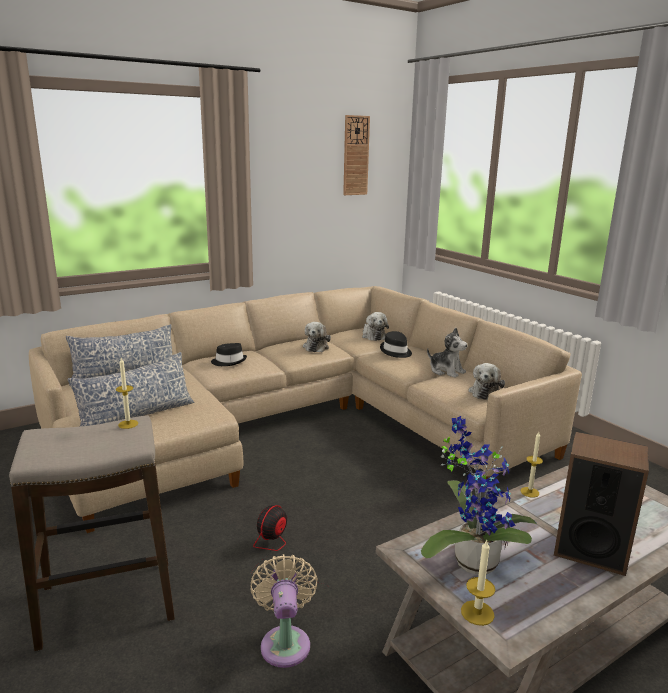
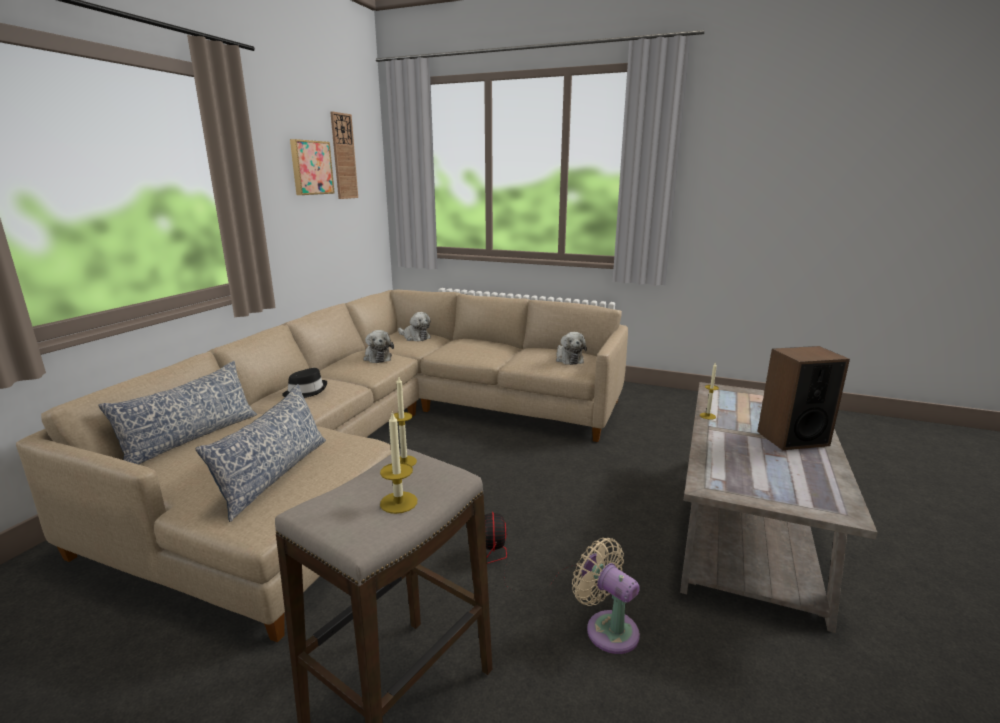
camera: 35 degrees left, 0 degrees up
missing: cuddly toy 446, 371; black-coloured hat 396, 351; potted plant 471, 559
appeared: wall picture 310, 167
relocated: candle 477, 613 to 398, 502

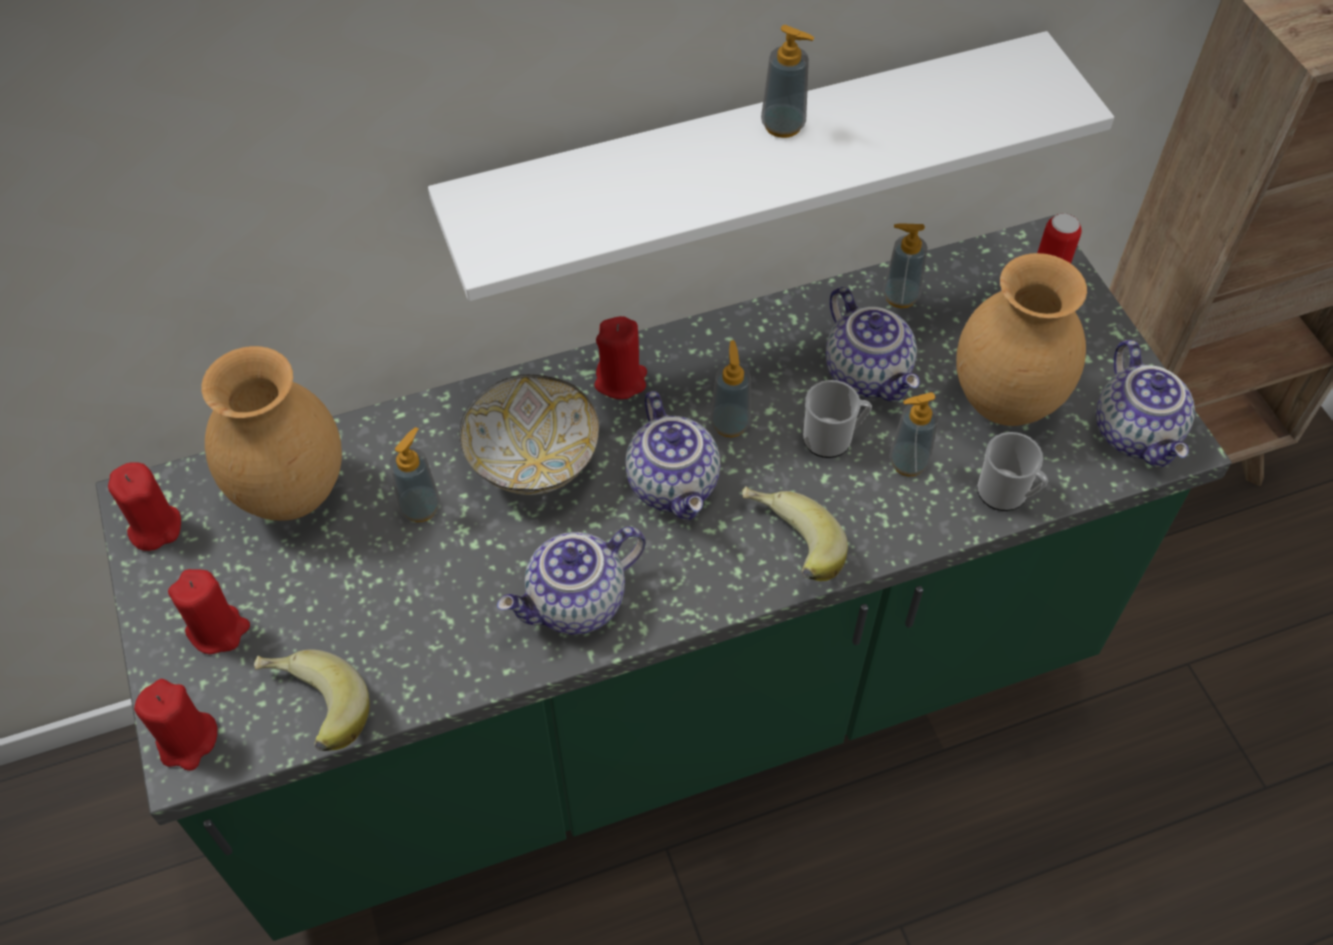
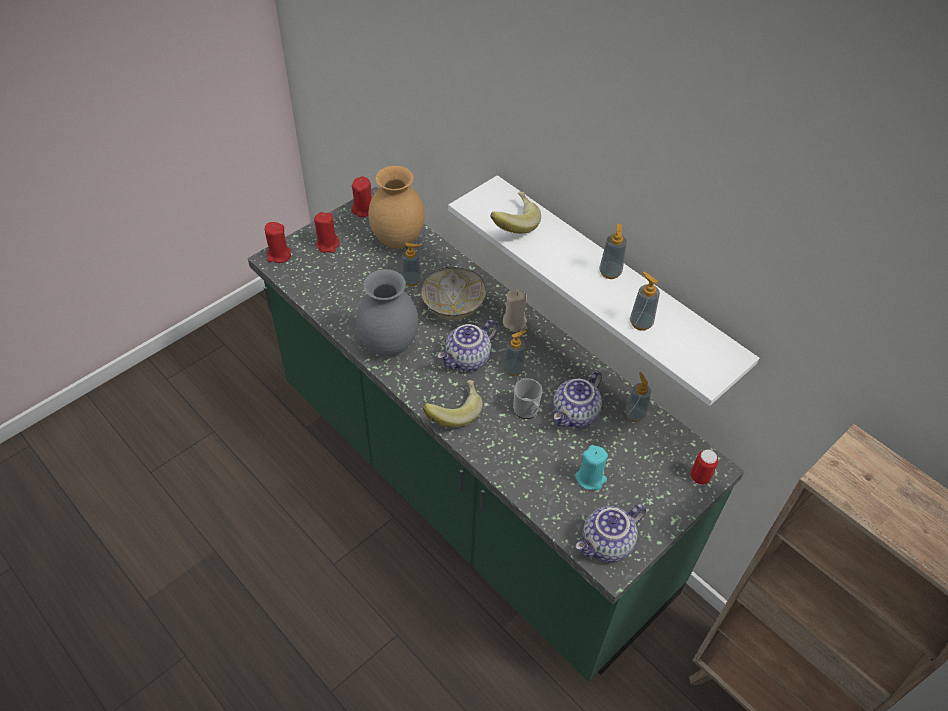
camera: 65 degrees right, 5 degrees down
missing: tea mug 1007, 494
relocated: soap bottle 908, 462 to 641, 323; whole banana 313, 714 to 512, 224
exchanged: brownish flower vase 1005, 405 to turquoise candle 590, 478; pot for tea 577, 604 to greyish flower vase 389, 346
colour: red candle 621, 380 to sand-coloured candle 515, 322

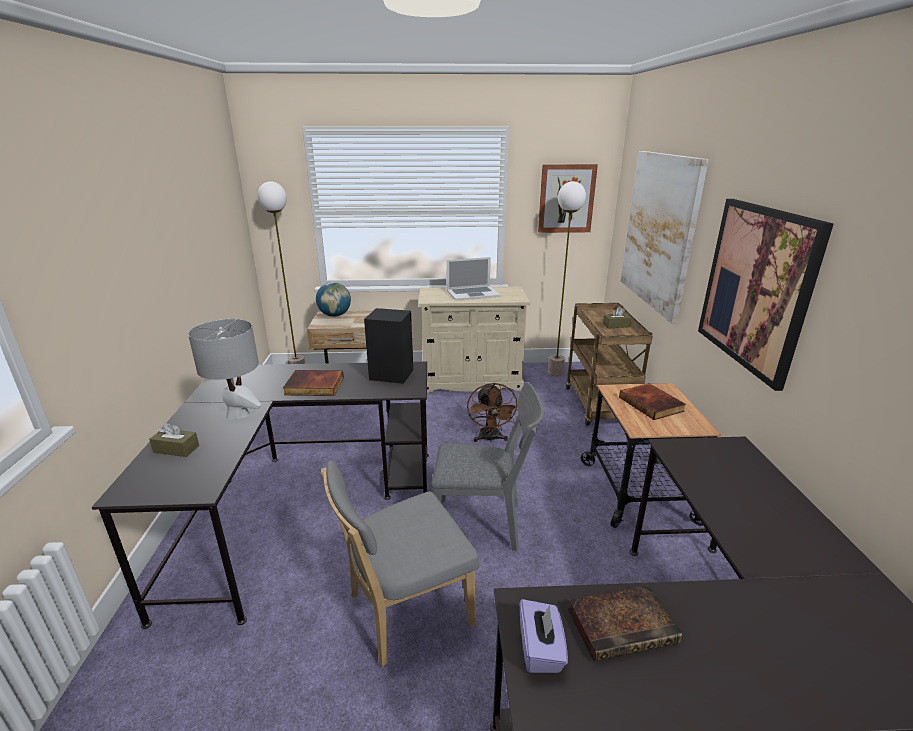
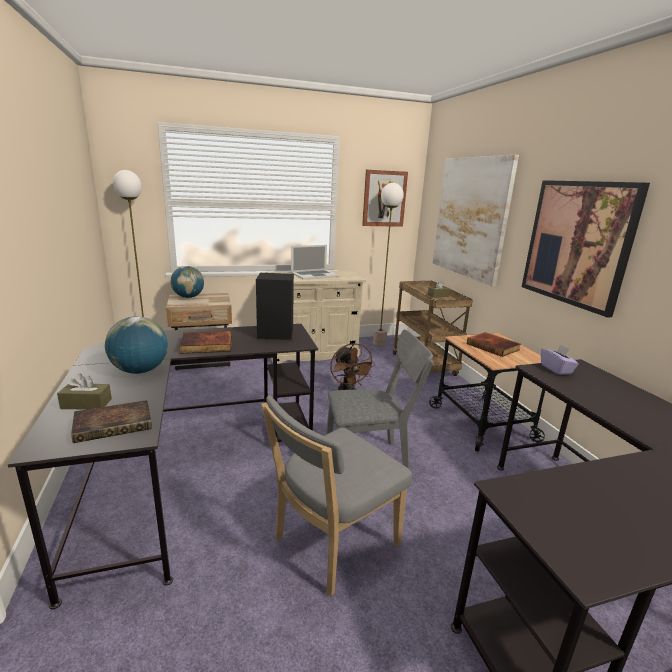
camera: 15 degrees left, 5 degrees down
relocated: volume 623, 625 to 115, 424; purple-coloured tissue box 540, 649 to 556, 369
exchanged: greyish tabletop lamp 238, 414 to world globe 140, 371

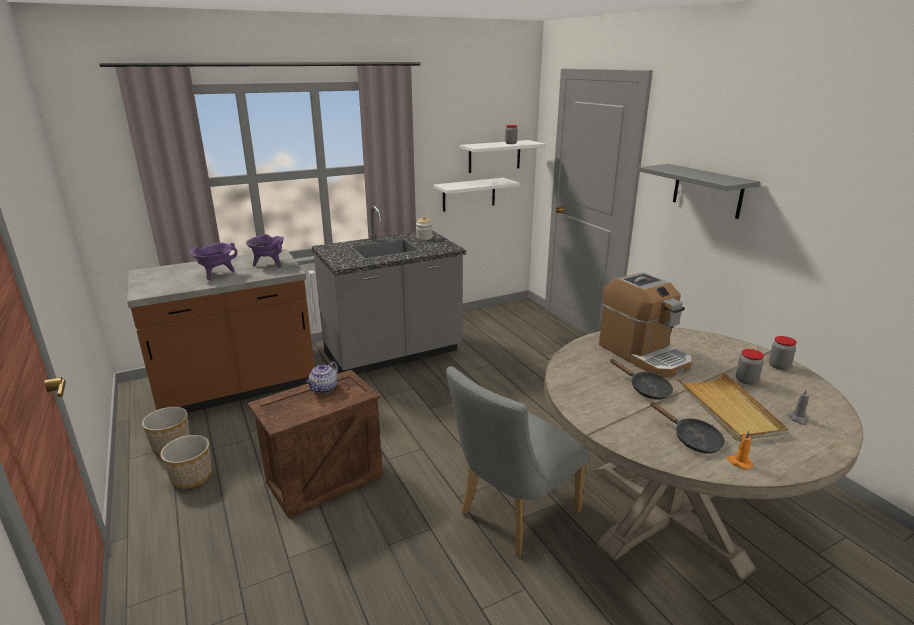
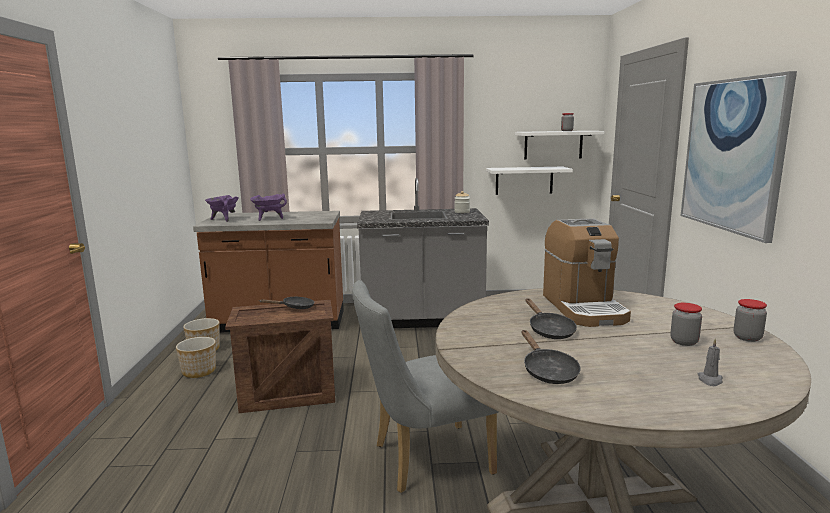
camera: 25 degrees right, 10 degrees down
missing: sand-coloured carrying tray 728, 409; orangey candle 739, 462
relocated: purple-coloured stockpot 269, 264 to 223, 219
exchanged: greyish wall shelf 707, 191 to wall picture 732, 155; pot for tea 323, 389 to black-coloured frying pan 295, 307

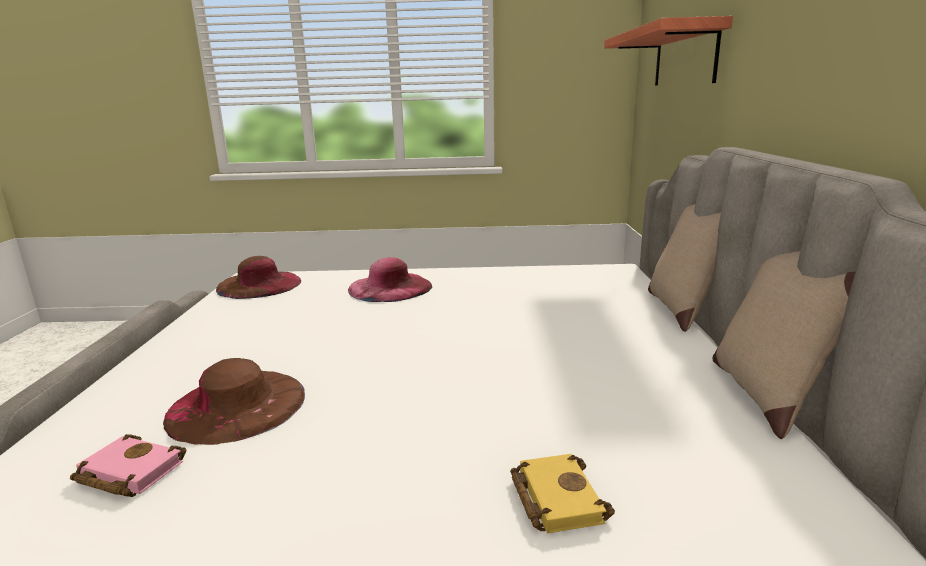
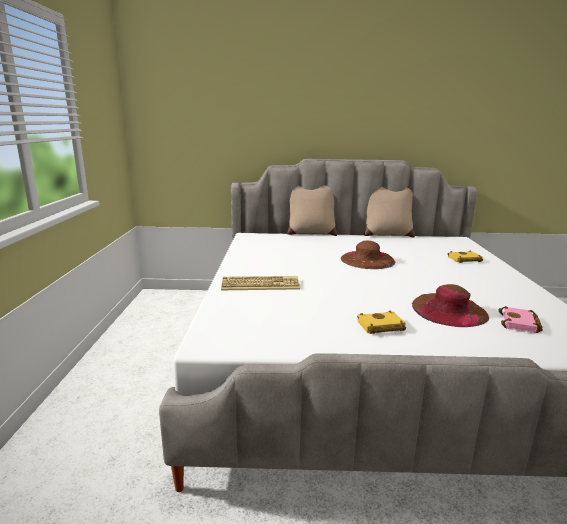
camera: 90 degrees left, 0 degrees up
missing: wall shelf 684, 57
appeared: yellowish volume 380, 327
relocated: brownish hat 259, 284 to 367, 260
exchanged: pink-coloured hat 390, 287 to PC keyboard 261, 284

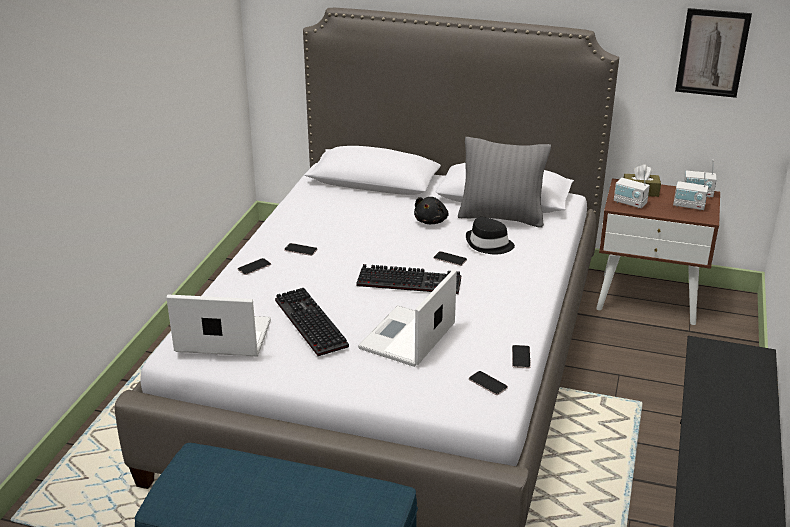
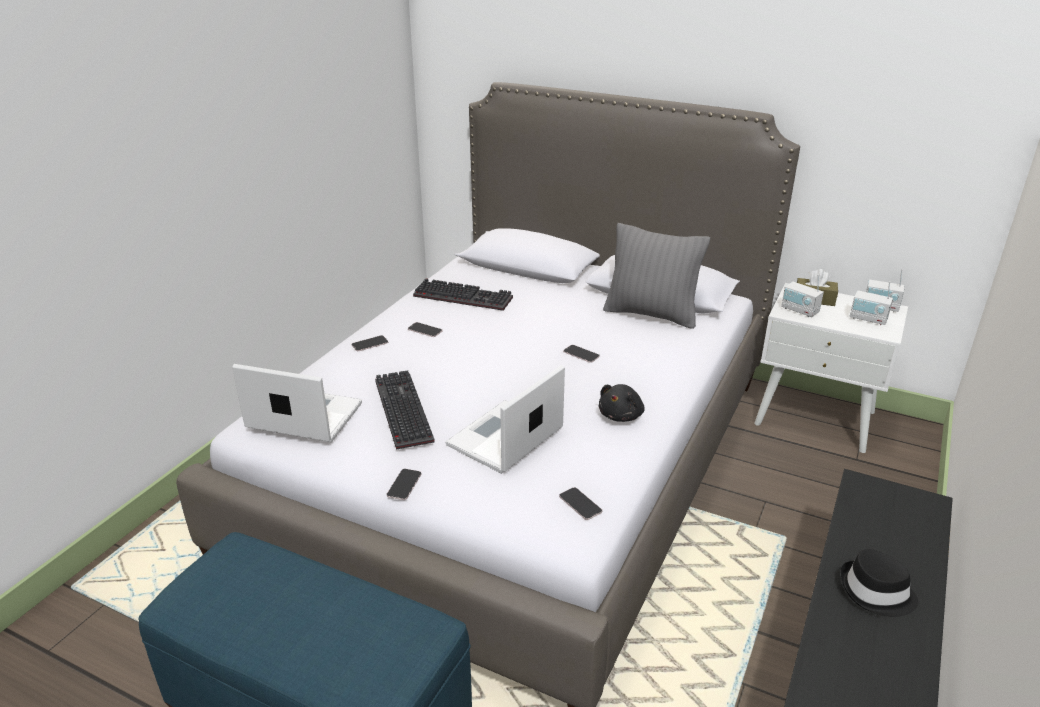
camera: 10 degrees right, 0 degrees up
missing: wall picture 712, 53
relocated: black-coloured cuddly toy 431, 221 to 621, 415; black-coloured hat 489, 244 to 876, 592; PC keyboard 411, 281 to 465, 296; telephone 521, 357 to 404, 485
colour: brownish night table 648, 298 to white-coloured night table 816, 417

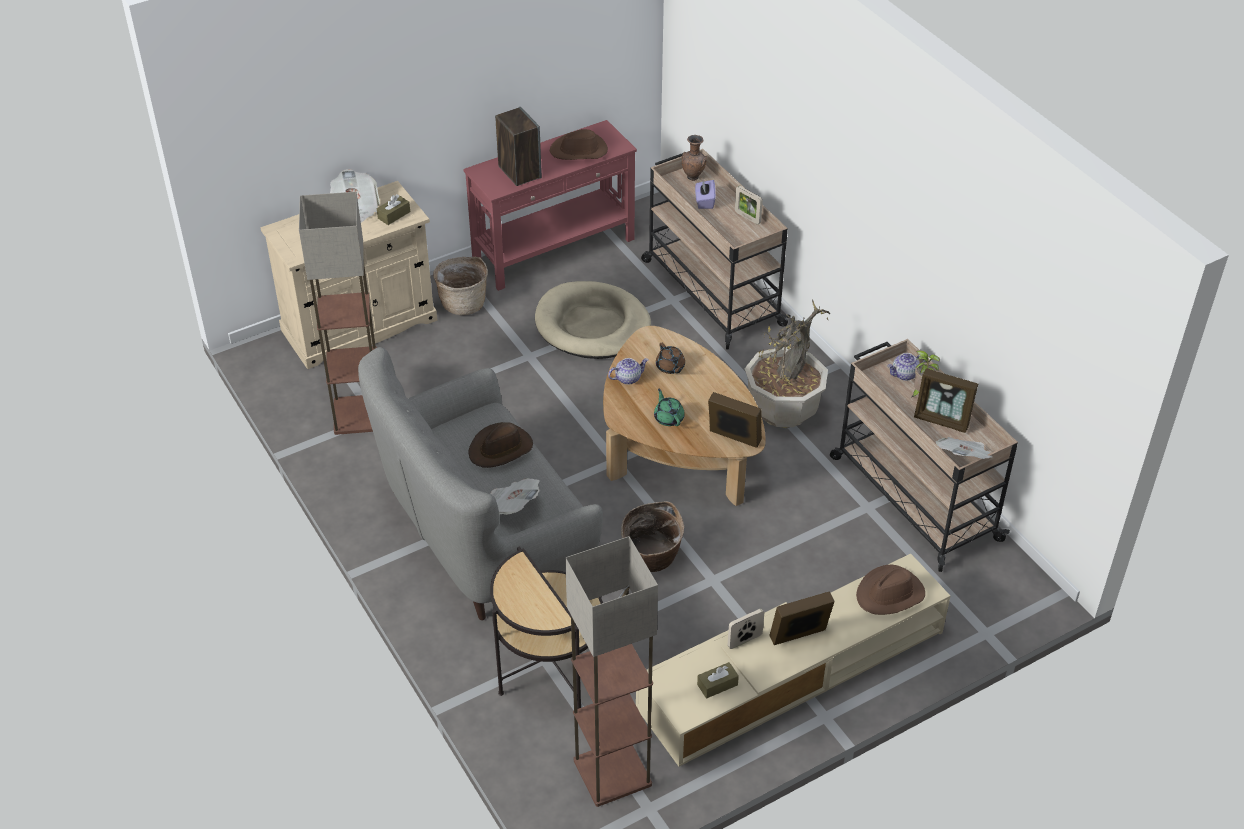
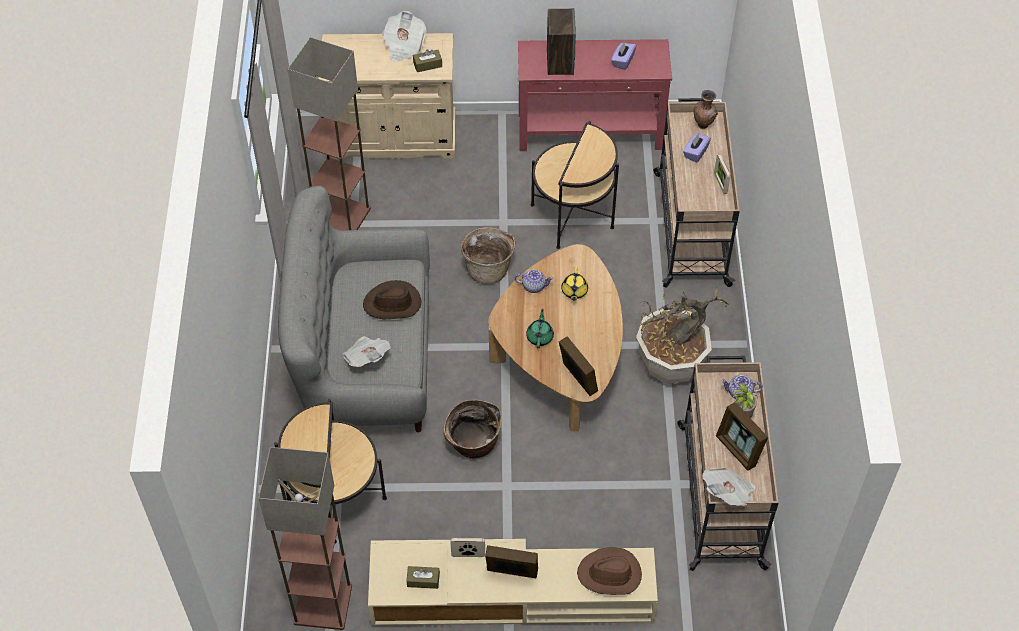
camera: 30 degrees right, 10 degrees up
relocated: basket 463, 302 to 488, 268
exchanged: brownish hat 579, 151 to purple-coloured tissue box 622, 61; sand-coloured pet bed 592, 325 to accent table 572, 216
colour: brownish pot for tea 670, 367 to yellowish pot for tea 574, 291

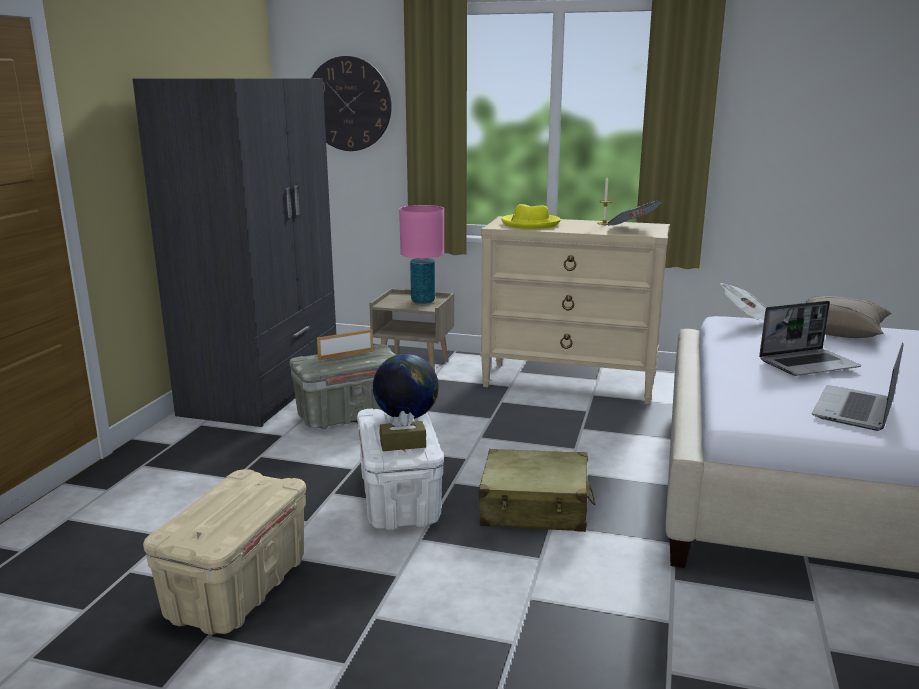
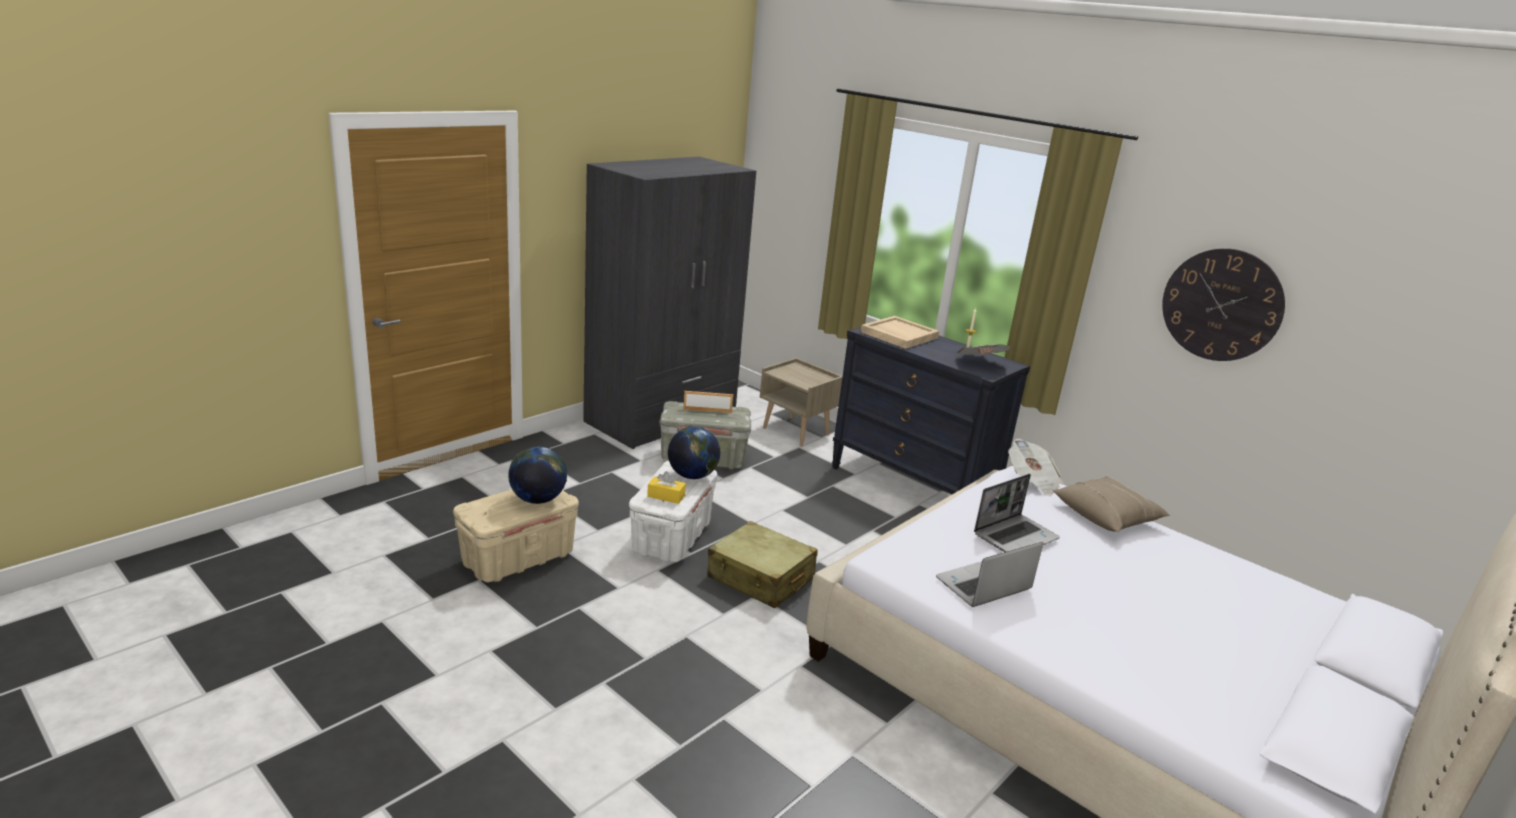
camera: 25 degrees right, 5 degrees up
missing: pink-coloured tabletop lamp 423, 301
appeared: world globe 538, 500
relocated: wall clock 348, 104 to 1221, 305
exchanged: yellowish hat 530, 224 to sand-coloured carrying tray 898, 335
colour: sand-coloured drawer chest 570, 382 to black-coloured drawer chest 912, 487; brownish tissue box 403, 444 to yellowish tissue box 666, 496
spun: notebook computer 808, 364 = 1015, 536 45 degrees counterclockwise

